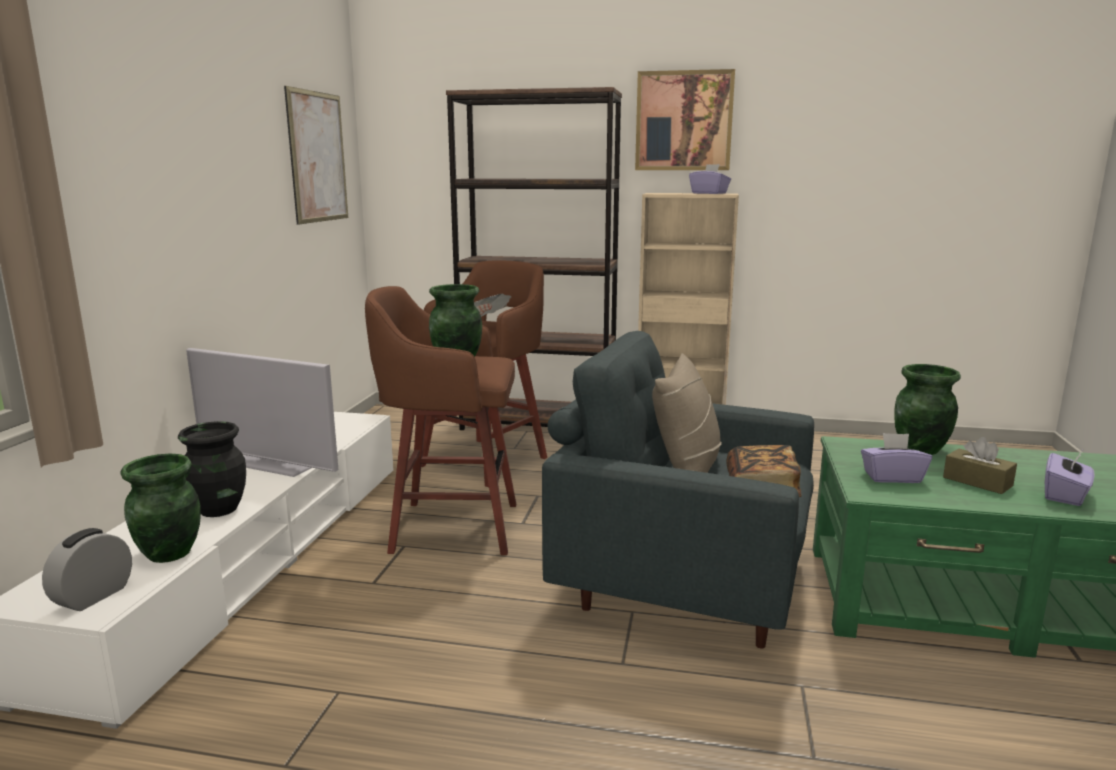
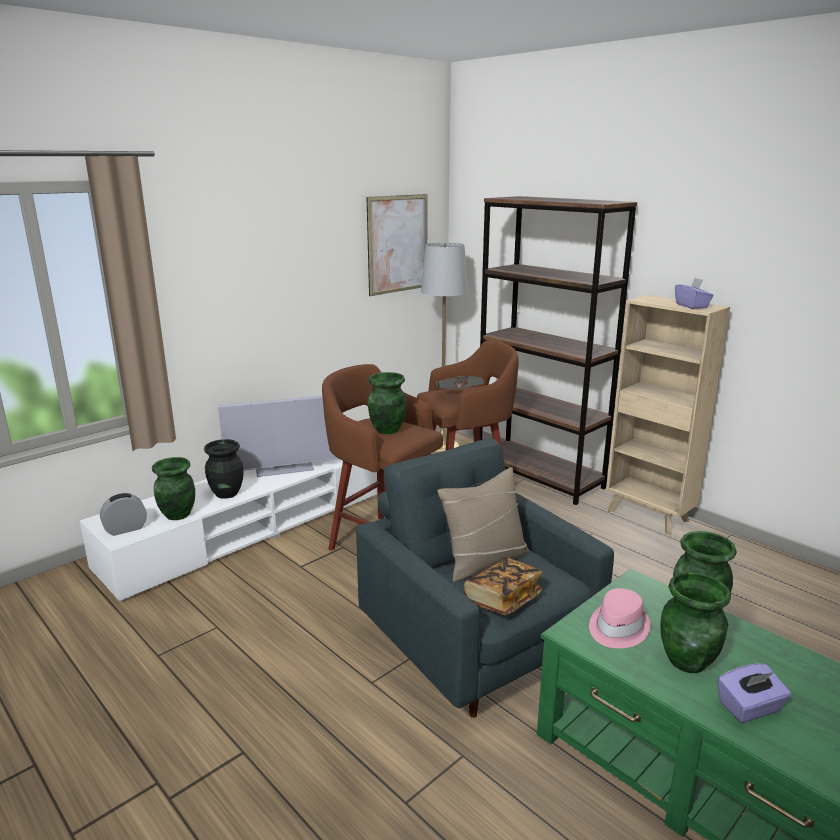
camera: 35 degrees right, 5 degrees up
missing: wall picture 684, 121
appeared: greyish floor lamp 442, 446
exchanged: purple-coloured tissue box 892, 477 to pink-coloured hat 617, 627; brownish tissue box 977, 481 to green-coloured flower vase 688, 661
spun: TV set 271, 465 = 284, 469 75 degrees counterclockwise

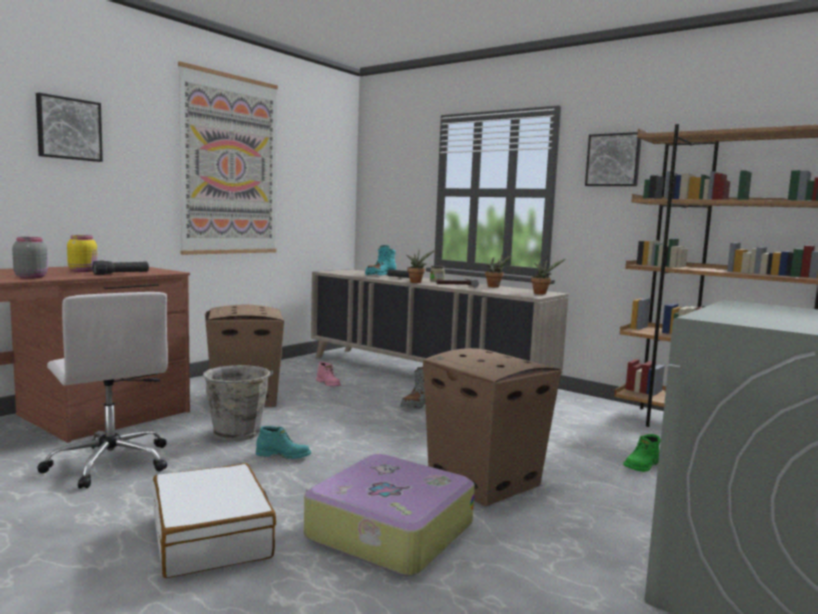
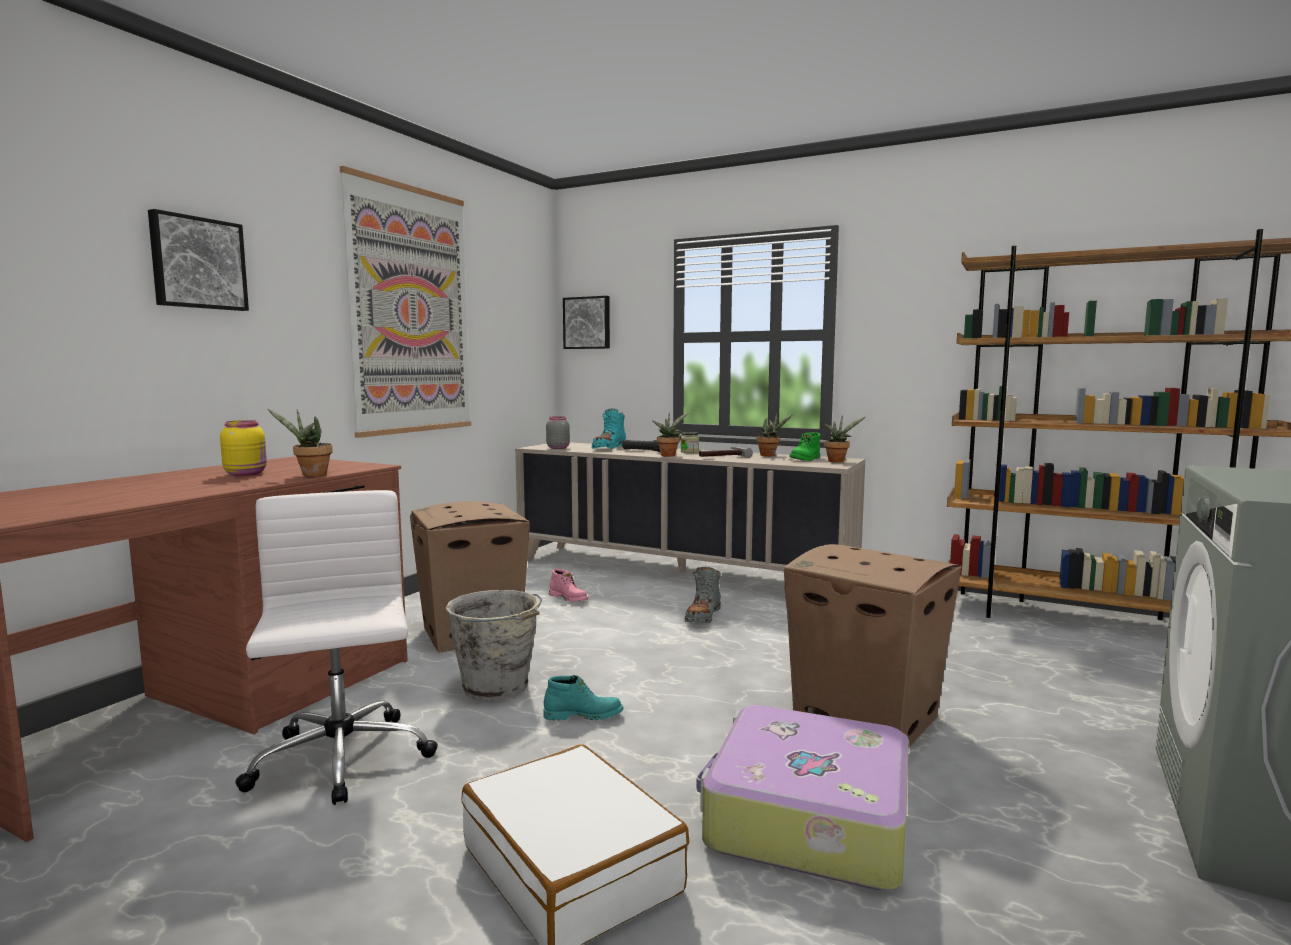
camera: 10 degrees left, 0 degrees up
relocated: wall picture 613, 160 to 587, 323; greyish jar 31, 277 to 558, 448; green-coloured boot 642, 466 to 806, 459
exchanged: black-coloured hand torch 121, 274 to potted plant 310, 475
spun: white-coloured desk chair 110, 463 = 341, 761 150 degrees counterclockwise

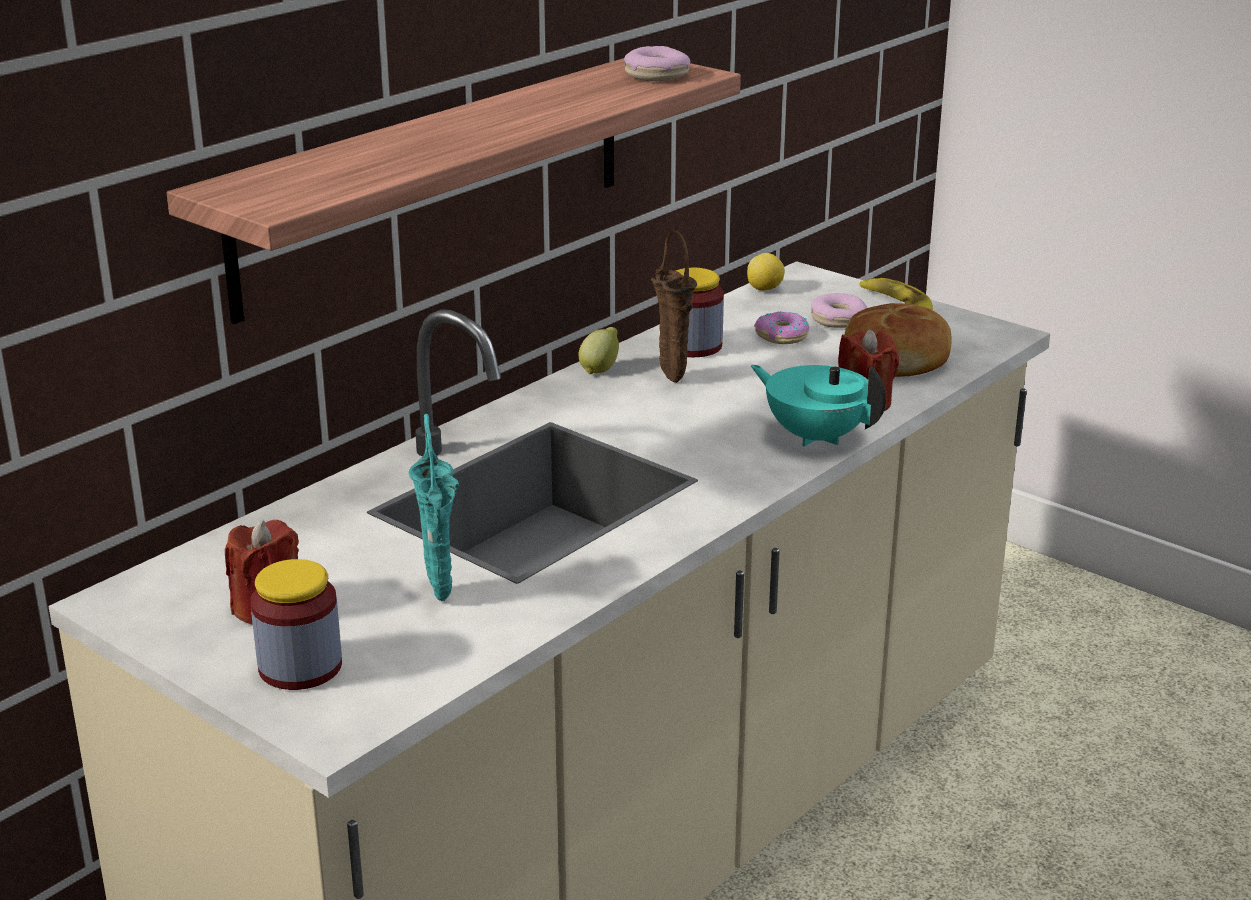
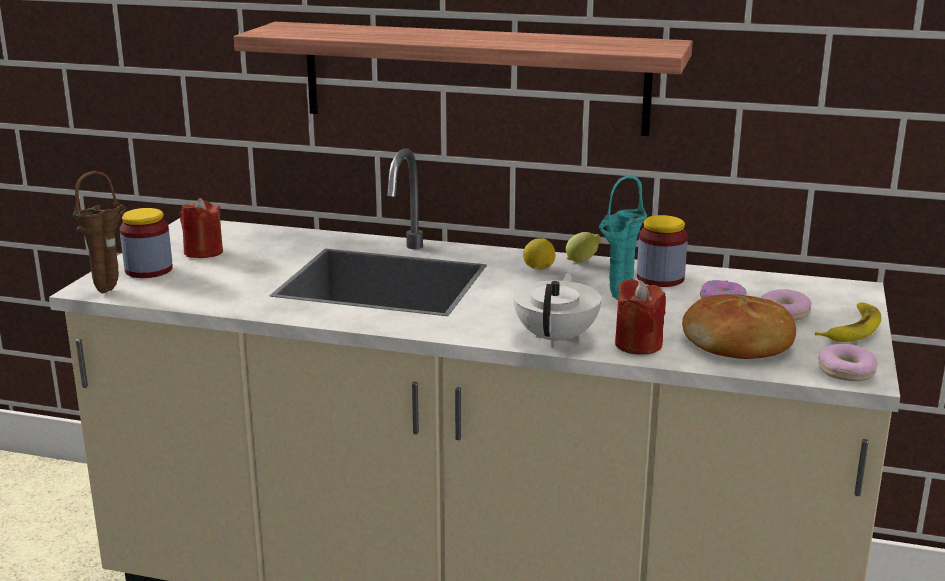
camera: 65 degrees right, 5 degrees down
relocated: ring doughnut 657, 75 to 846, 372; brownish flower vase 670, 378 to 110, 290; lemon 765, 289 to 539, 269; turquoise flower vase 441, 599 to 618, 299
colour: turquoise pot for tea 815, 436 to white-coloured pot for tea 557, 338

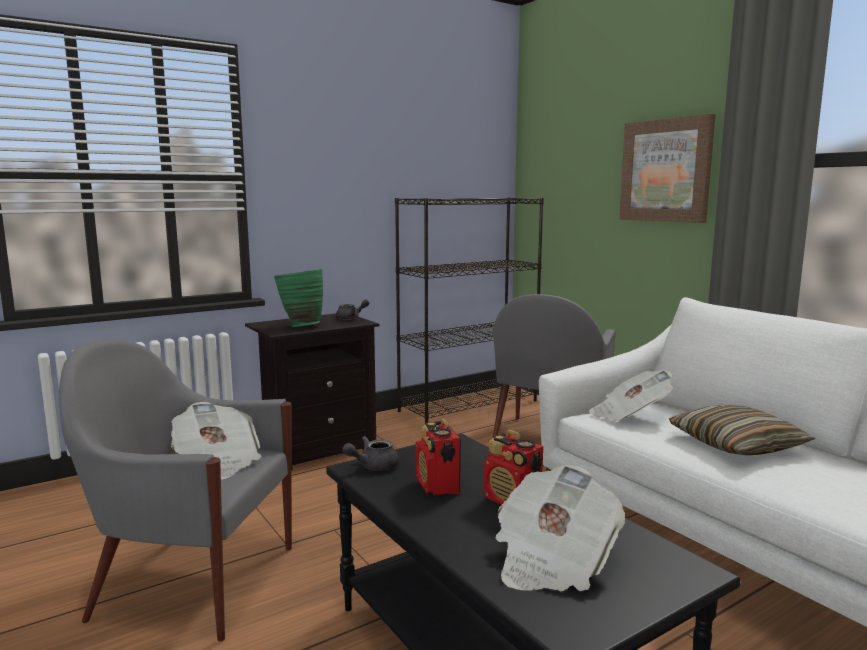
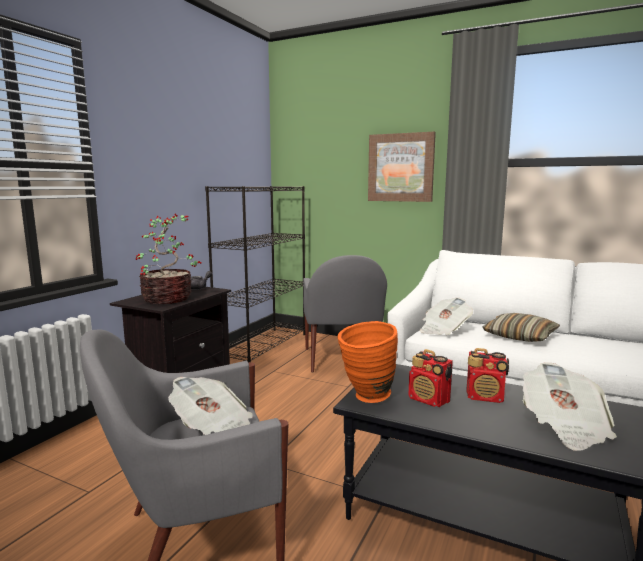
camera: 30 degrees left, 0 degrees up
exchanged: green-coloured flower vase 300, 326 to potted plant 168, 299; greyish pot for tea 373, 466 to orangey flower vase 366, 398

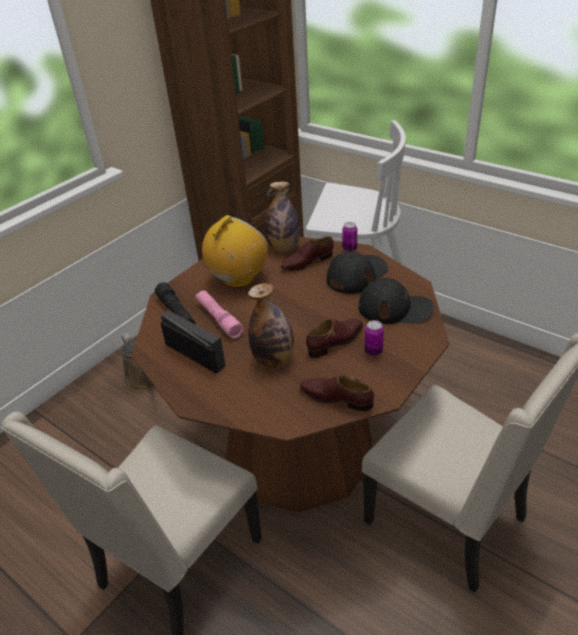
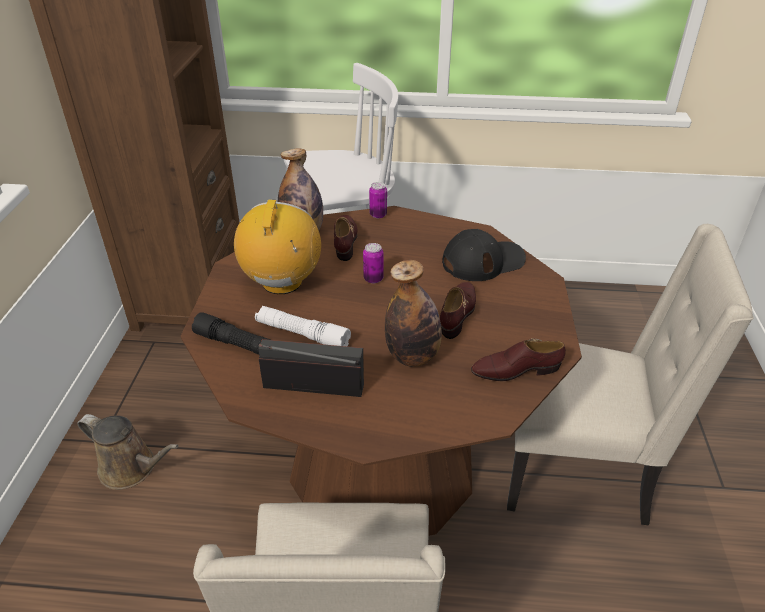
camera: 35 degrees left, 0 degrees up
missing: black-coloured peaked cap 357, 275
relocated: can 373, 351 to 373, 279
colour: pink-coloured hand torch 219, 319 to white-coloured hand torch 302, 334
spun: brownish shoe 307, 262 = 345, 241 150 degrees clockwise

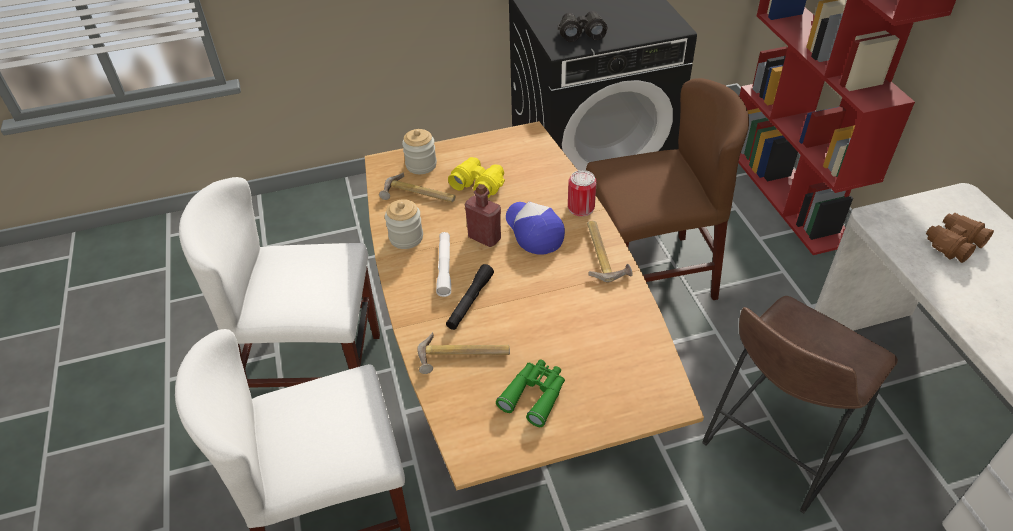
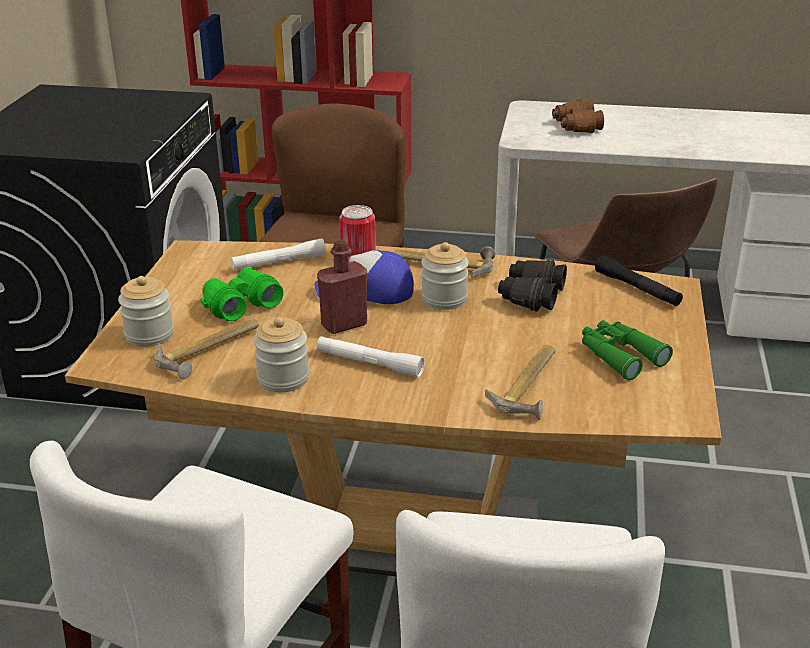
camera: 65 degrees left, 15 degrees down
appeared: white-coloured hand torch 279, 263; jar 444, 299
relocated: black-coloured pair of binoculars 581, 33 to 531, 296; black-coloured hand torch 470, 301 to 637, 289
colour: yellowish pair of binoculars 478, 184 to green-coloured pair of binoculars 240, 305

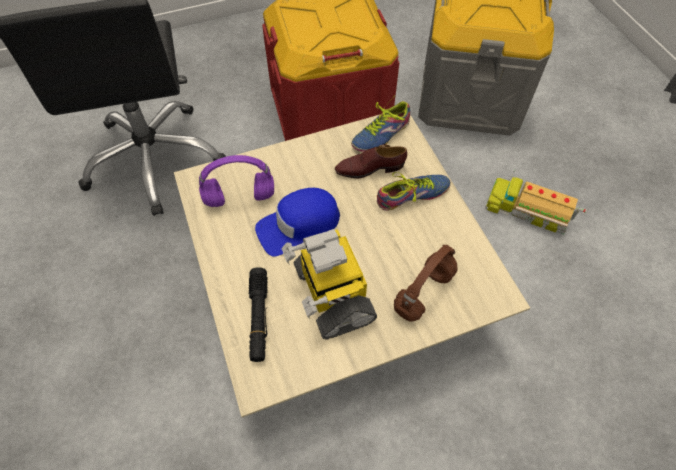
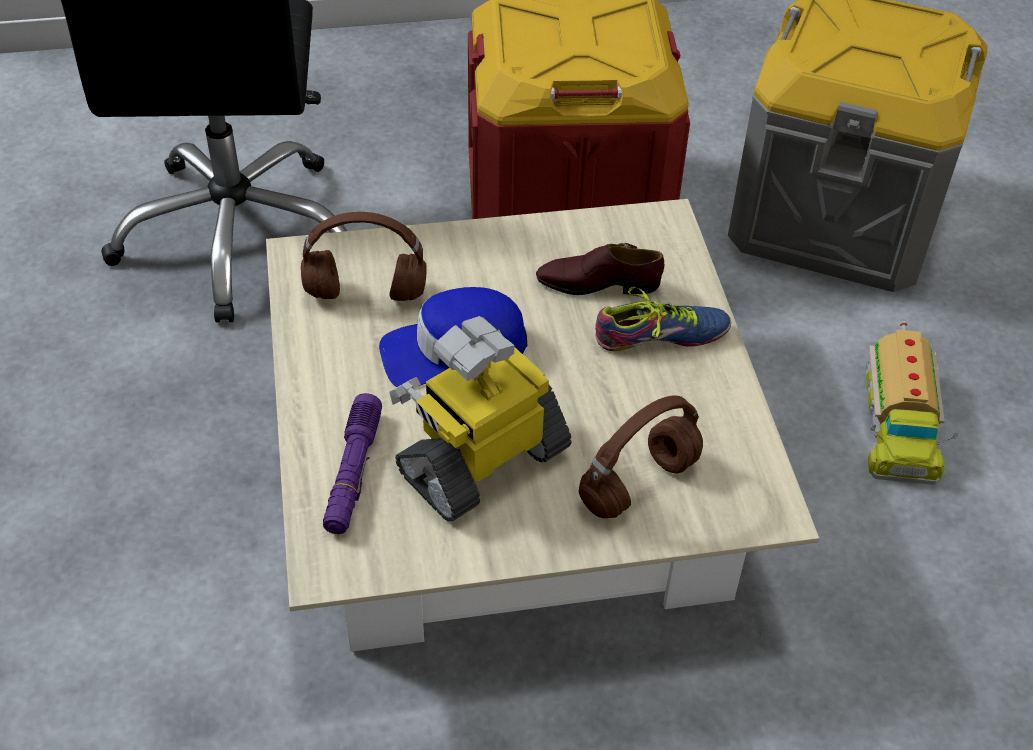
camera: 10 degrees right, 10 degrees down
missing: shoe 379, 133
colour: purple-coloured headphones 238, 198 to brownish headphones 363, 294; black-coloured hand torch 259, 317 to purple-coloured hand torch 353, 472
spun: toy truck 528, 209 = 896, 421 120 degrees counterclockwise; toy robot 331, 294 = 482, 459 60 degrees clockwise

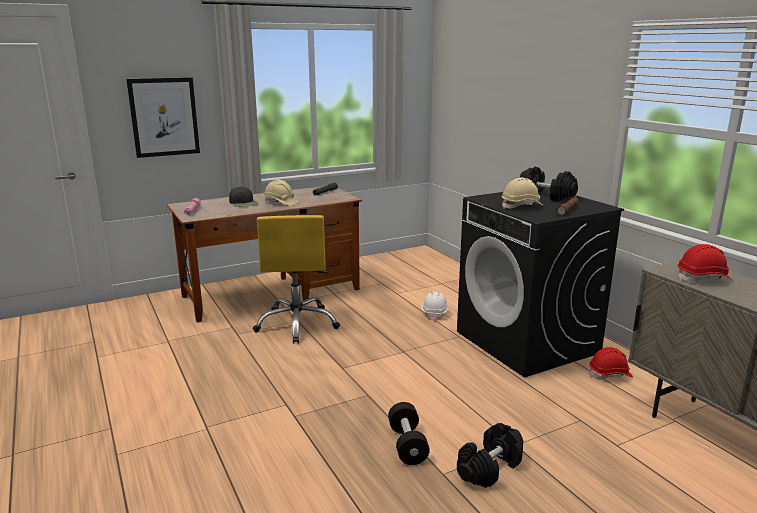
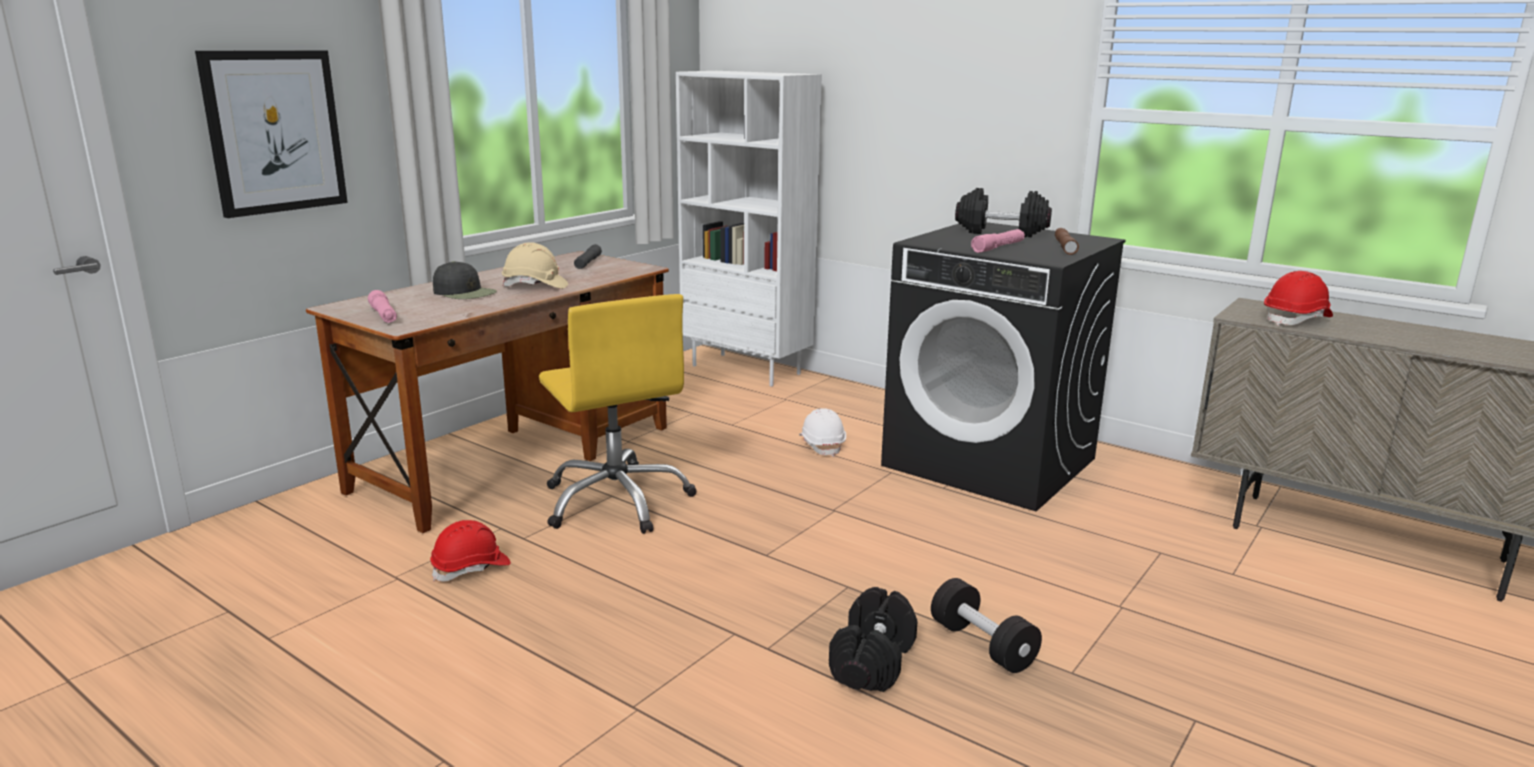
camera: 25 degrees left, 0 degrees up
appeared: white-coloured bookcase 747, 369
relocated: red safety helmet 610, 375 to 471, 568; black-coloured hand weight 489, 468 to 873, 662
exchanged: sand-coloured safety helmet 522, 206 to pink-coloured hand torch 998, 247

